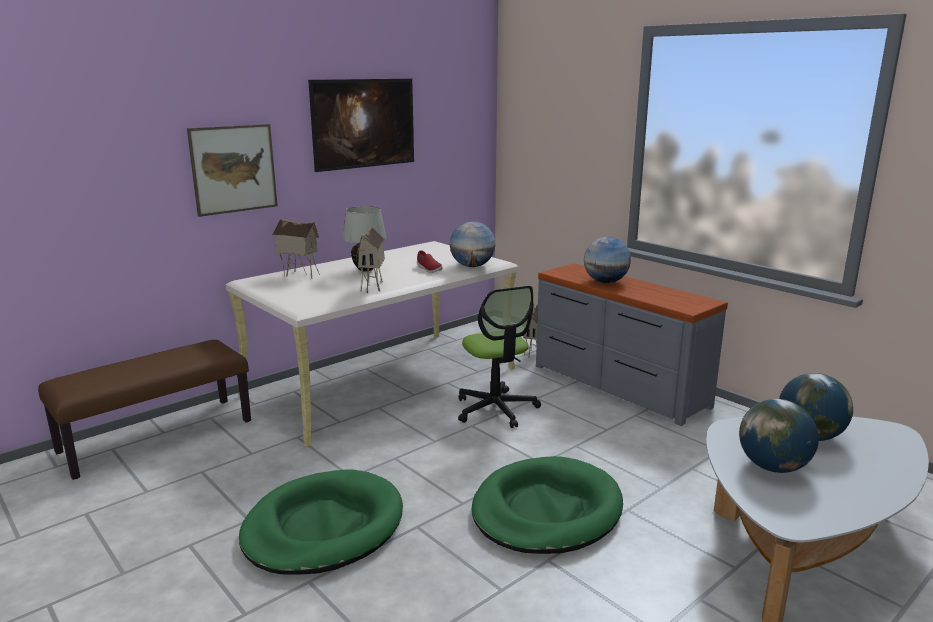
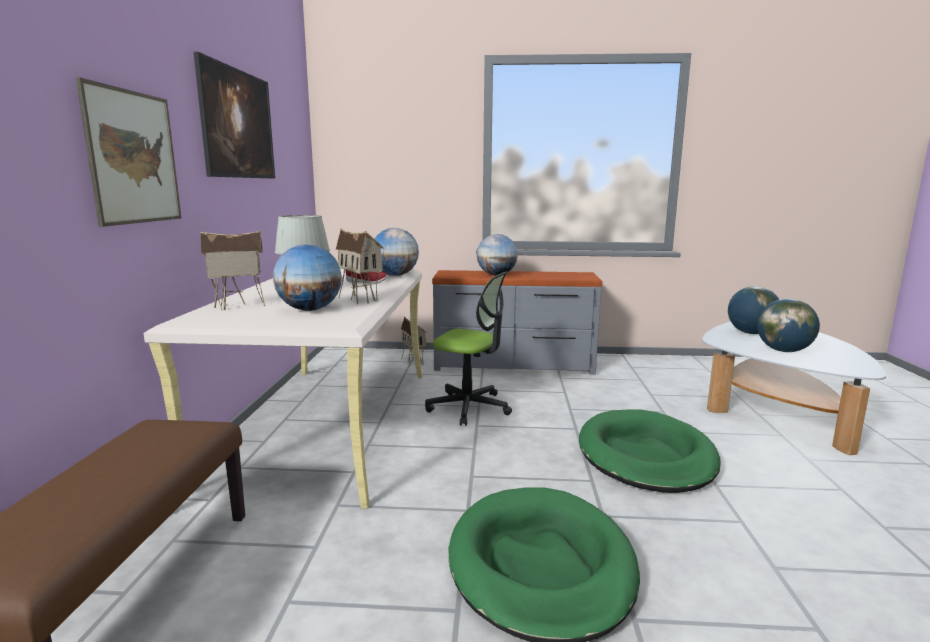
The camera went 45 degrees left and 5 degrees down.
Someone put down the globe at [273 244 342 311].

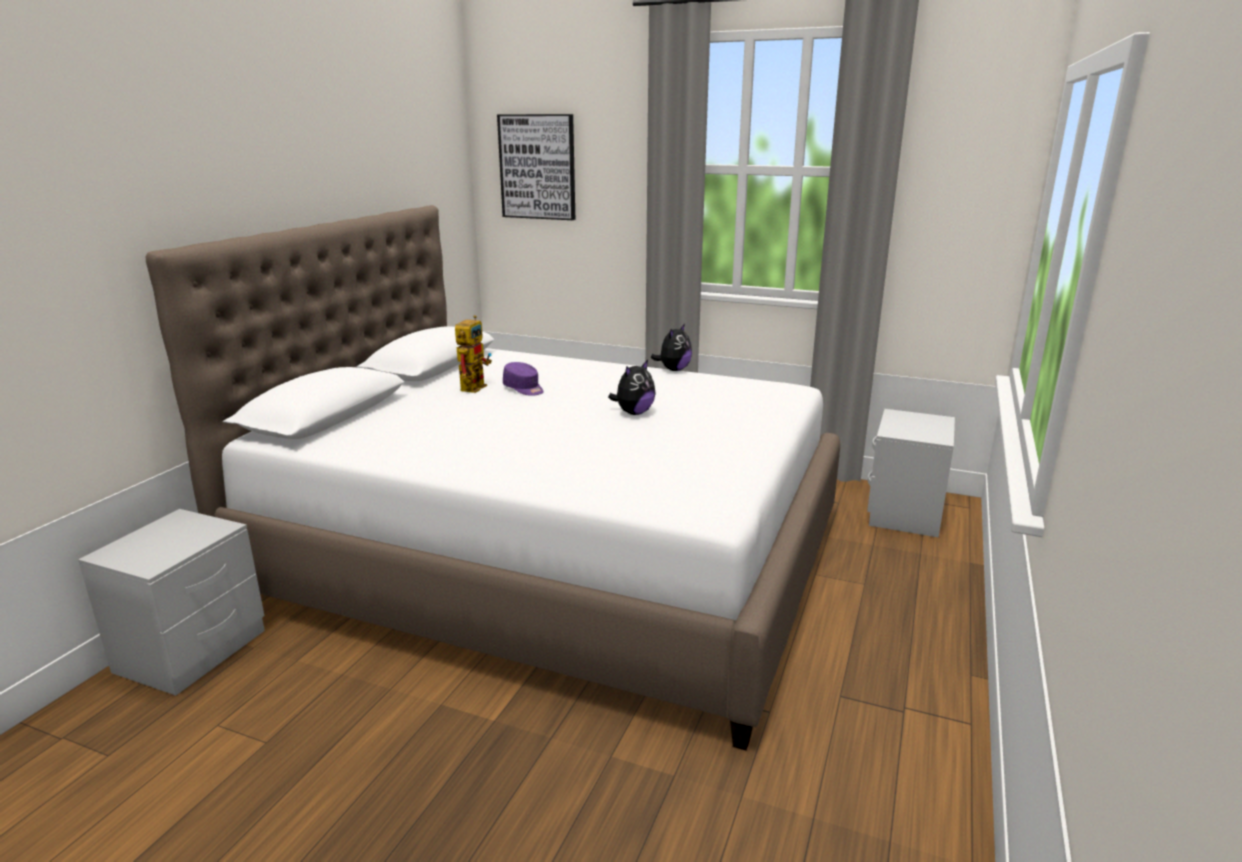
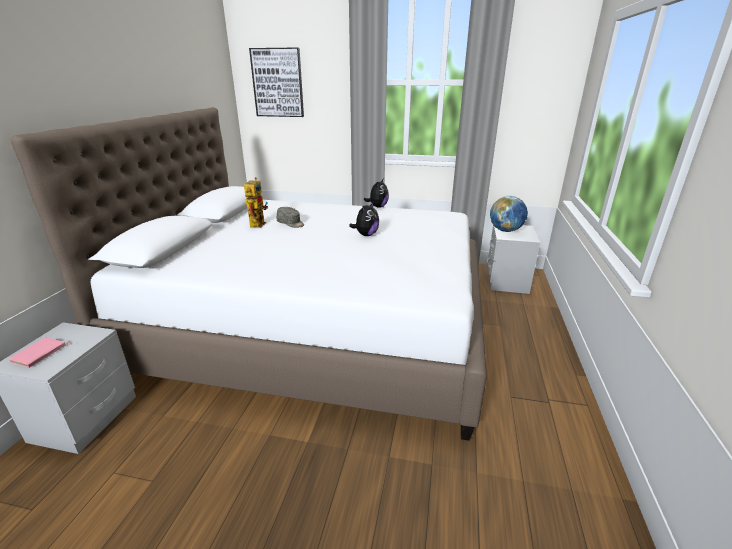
The camera went 10 degrees left and 5 degrees up.
Someone put down the livre [rose] at [9 337 71 368].
Someone repainted the casquette [violet] at [503 362 544 396], which became the casquette [gris] at [277 207 304 228].
Someone put down the globe at [490 196 528 232].

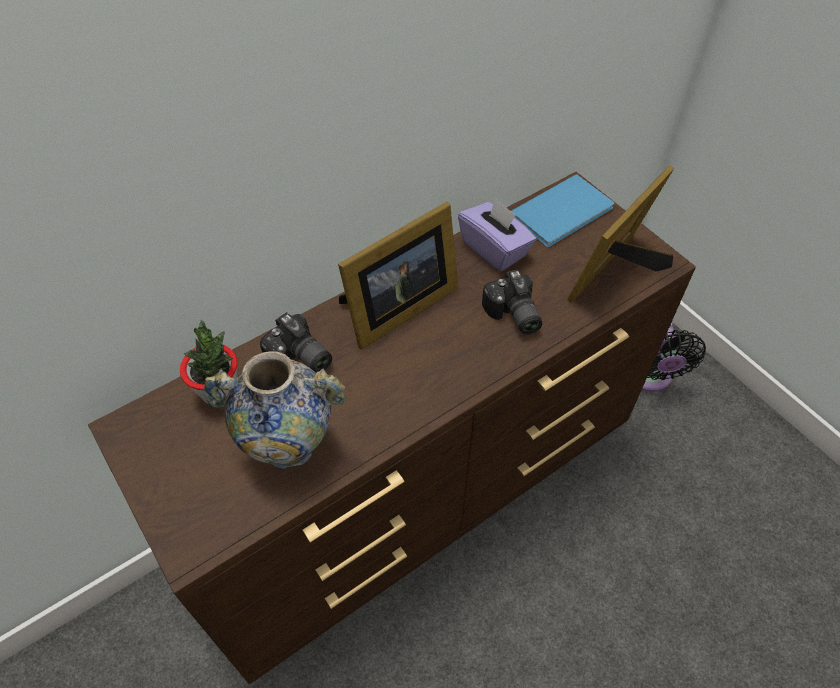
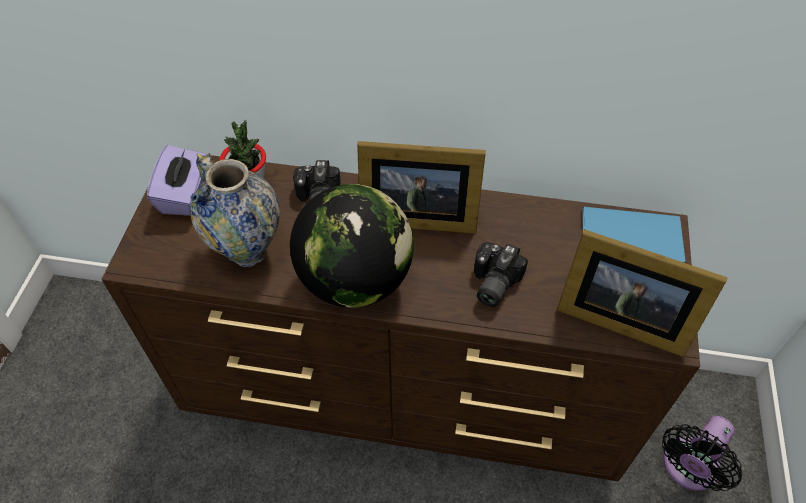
The camera went 45 degrees right and 0 degrees up.
Someone carried the boîte à mouchoirs [violet] from [458 197 536 271] to [147 145 207 216].
Someone put down the globe at [290 184 414 308].
Someone rotated the cadre photo at [567 166 674 303] by 150 degrees counterclockwise.

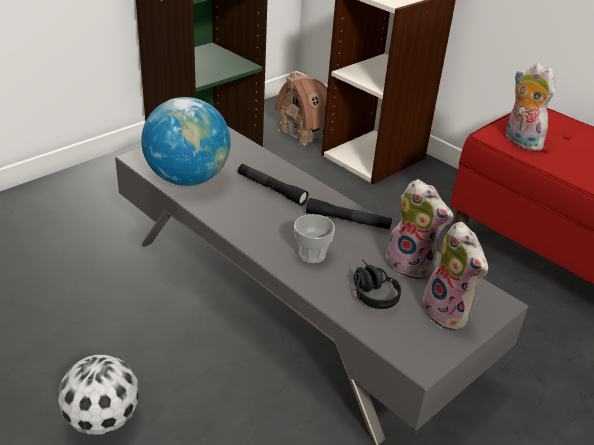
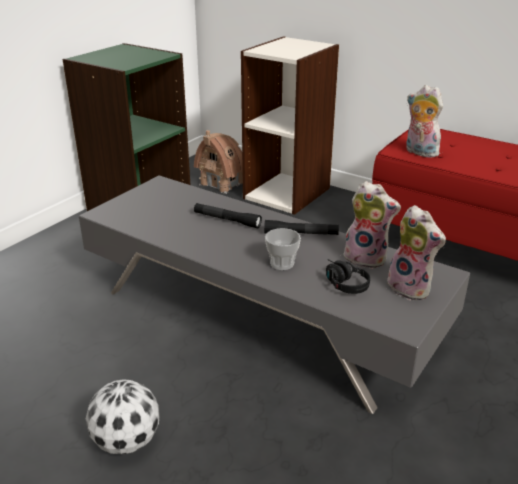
The camera went 10 degrees left and 5 degrees down.
Someone took away the globe at [141 97 231 186].

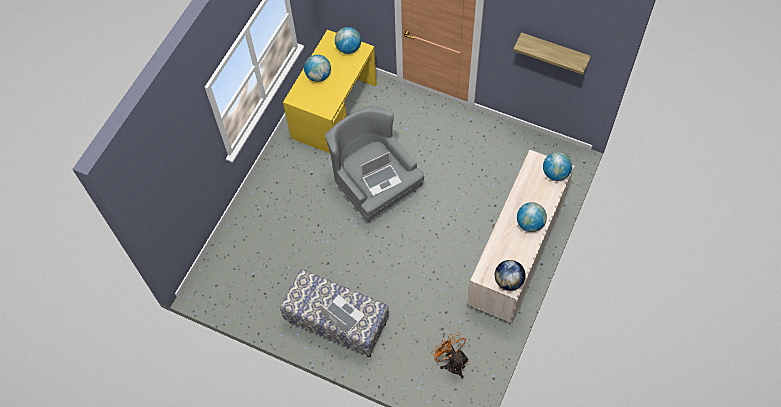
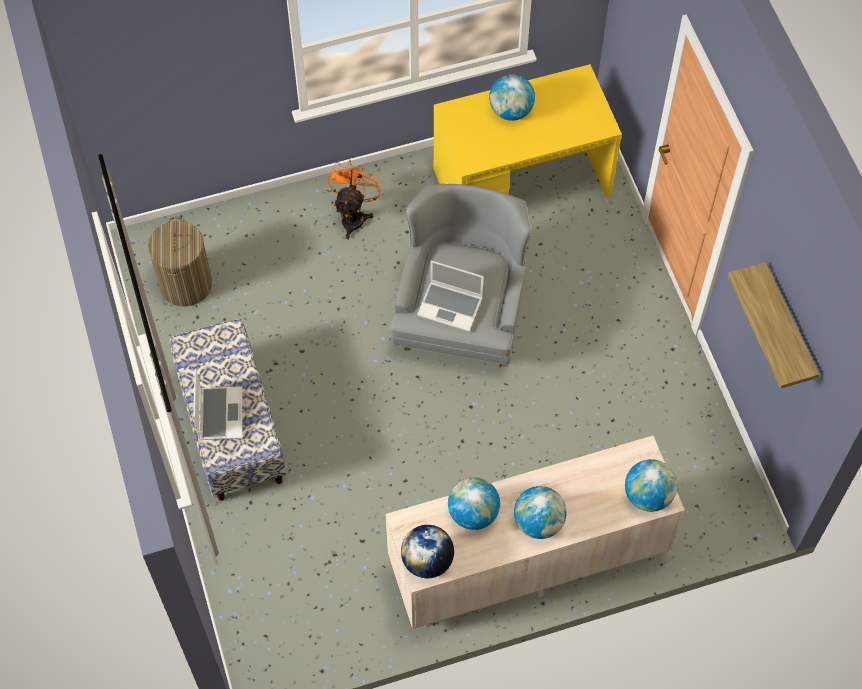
The camera went 45 degrees right and 0 degrees up.
Someone put down the panier à linge at [148 217 212 307].
Someone carried the ventilateur [orange] from [431 332 469 378] to [327 160 383 239].
Someone carried the globe from [335 27 361 54] to [448 477 500 530].

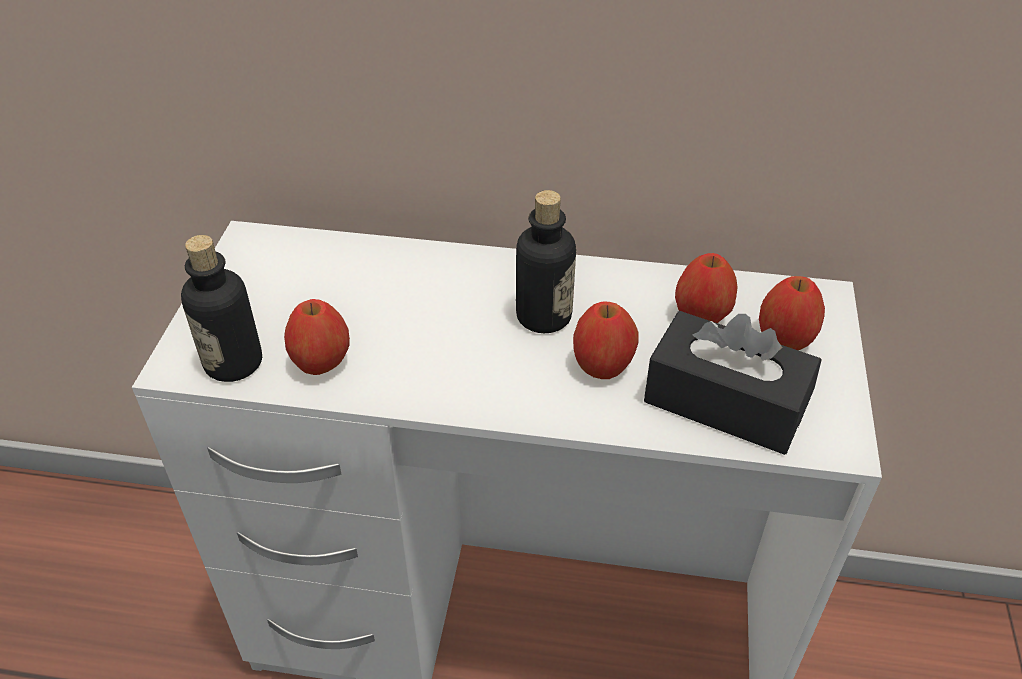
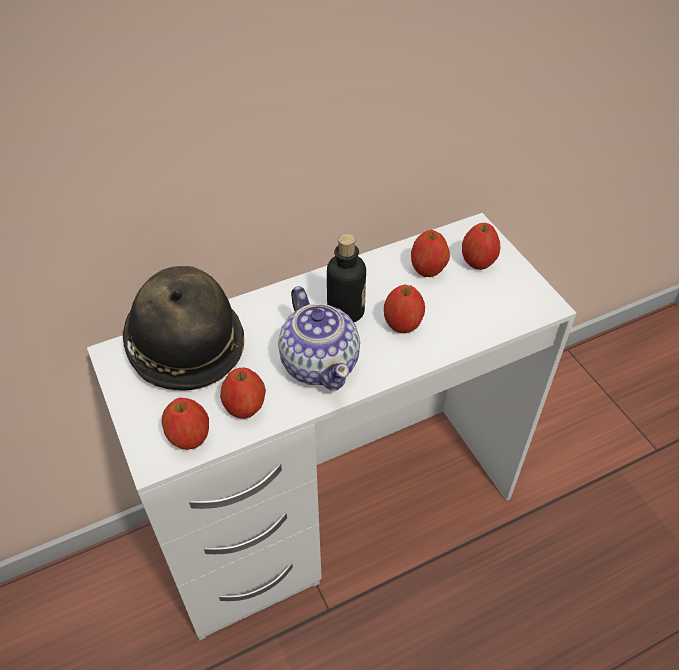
The camera went 35 degrees left and 5 degrees up.
Someone put down the chapeau at [123 266 244 390].
Someone swapped the bouteille at [181 235 262 382] for the pomme at [161 398 209 450].
Someone put down the théière at [278 286 360 390].
Someone took away the boîte à mouchoirs [noir] at [644 311 821 455].

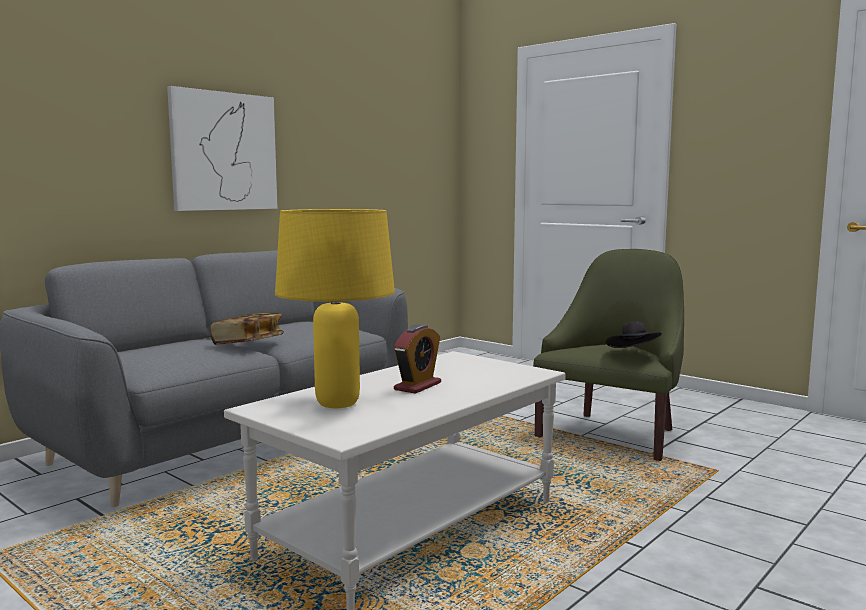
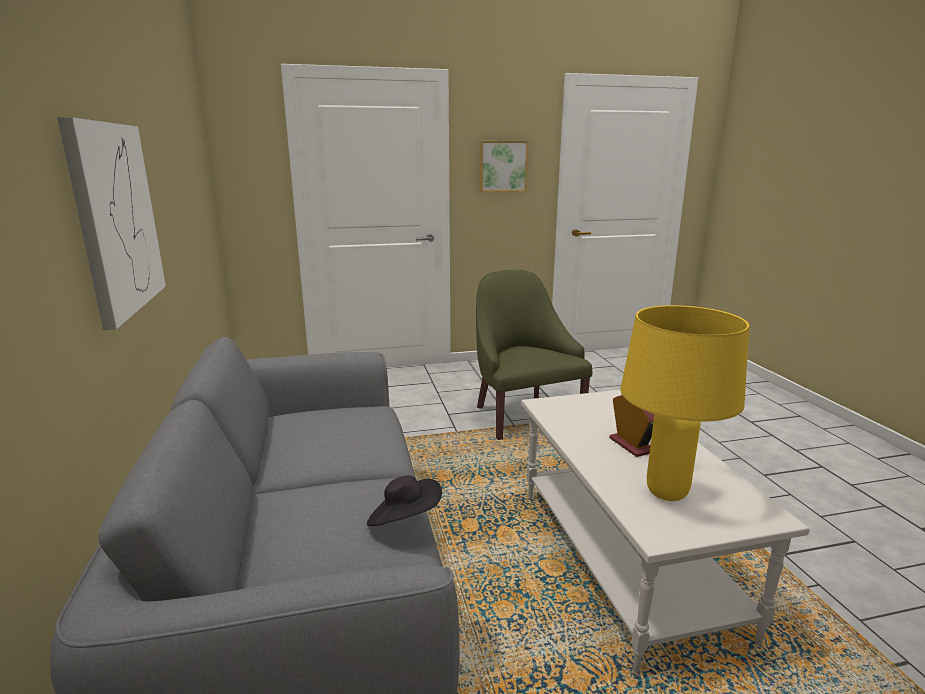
The camera went 55 degrees left and 10 degrees up.
Someone carried the chapeau [noir] from [606 321 662 348] to [367 475 442 526].
Someone put up the tableau at [480 141 528 192].
Someone took away the livre at [210 313 284 345].

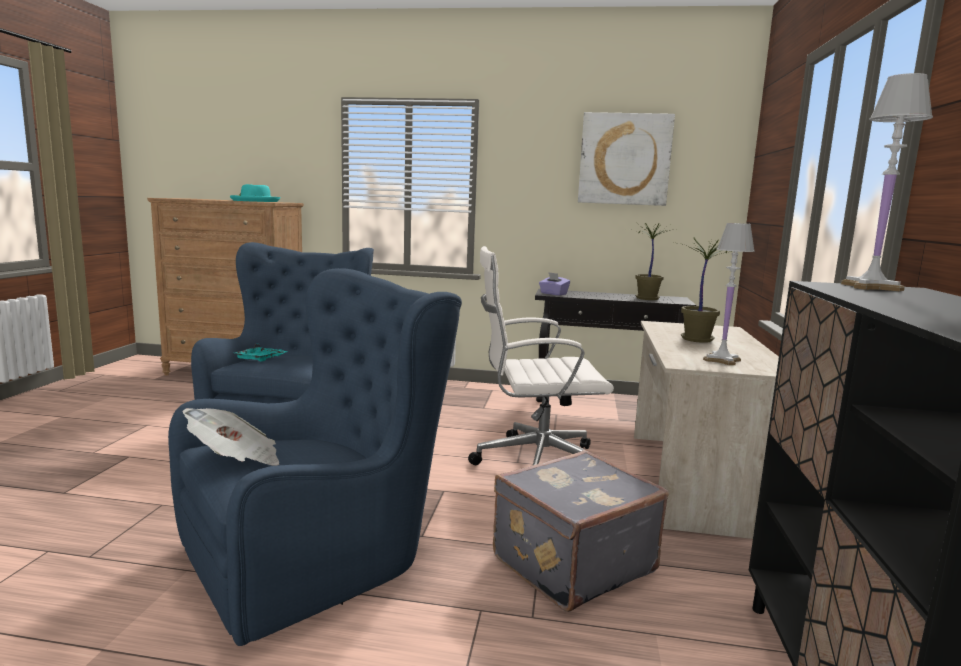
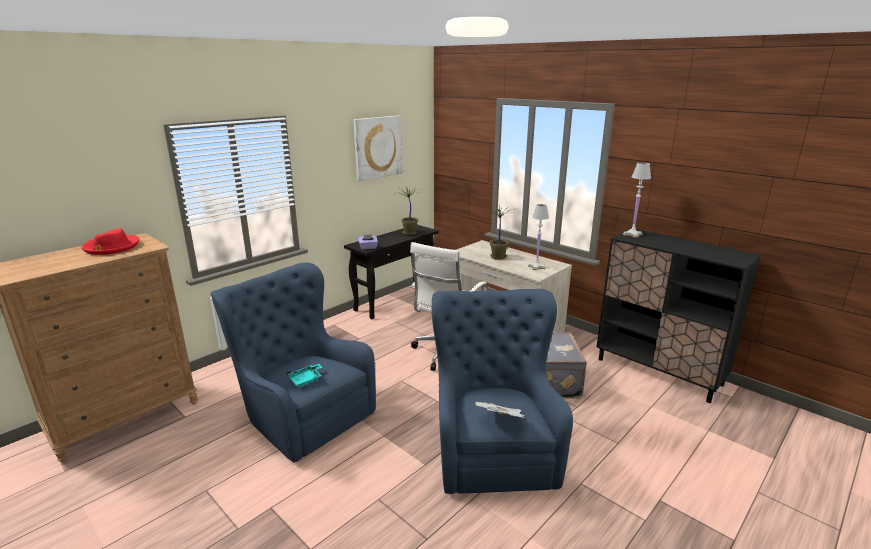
The camera went 55 degrees left and 10 degrees up.
Someone repainted the chapeau [turquoise] at [230 184 280 202], which became the chapeau [rouge] at [82 228 139 255].

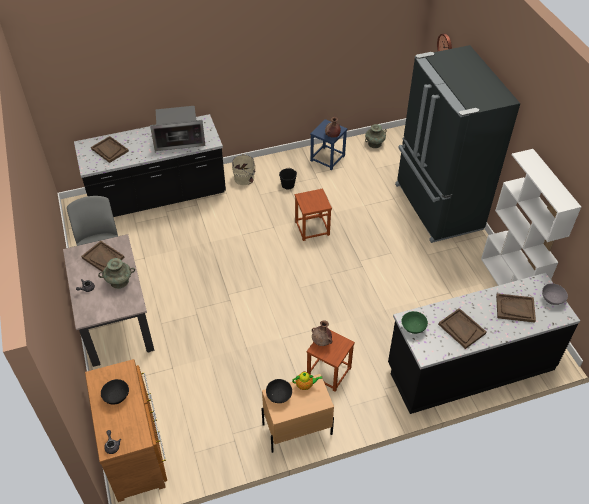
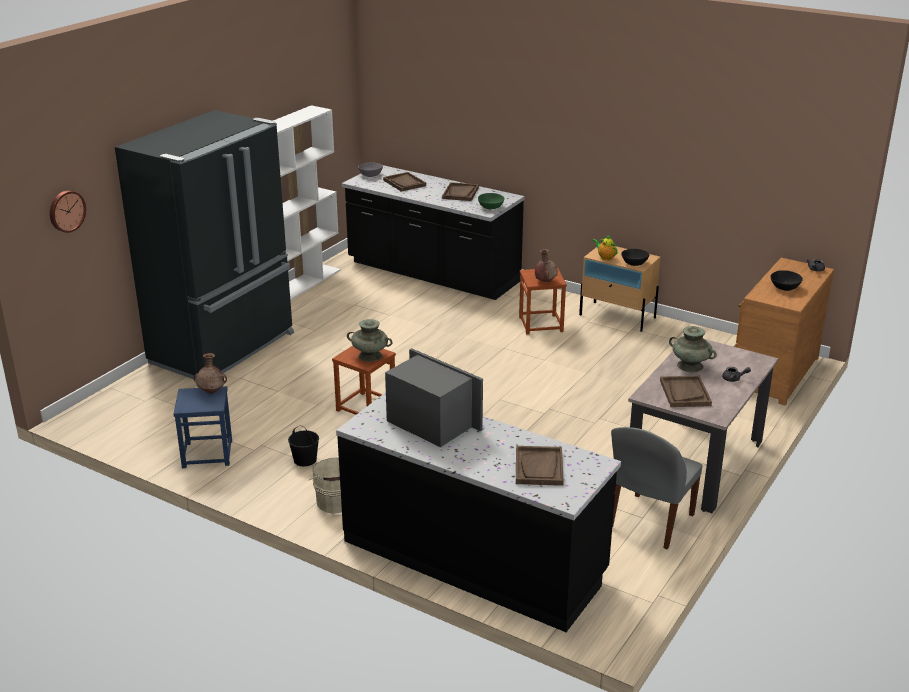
The camera went 130 degrees left and 20 degrees down.
Someone carried the vase [turquoise] from [365 124 387 148] to [347 319 392 362].

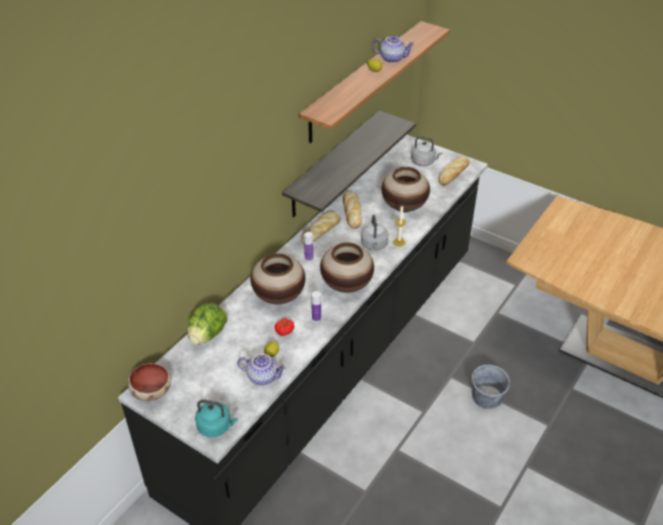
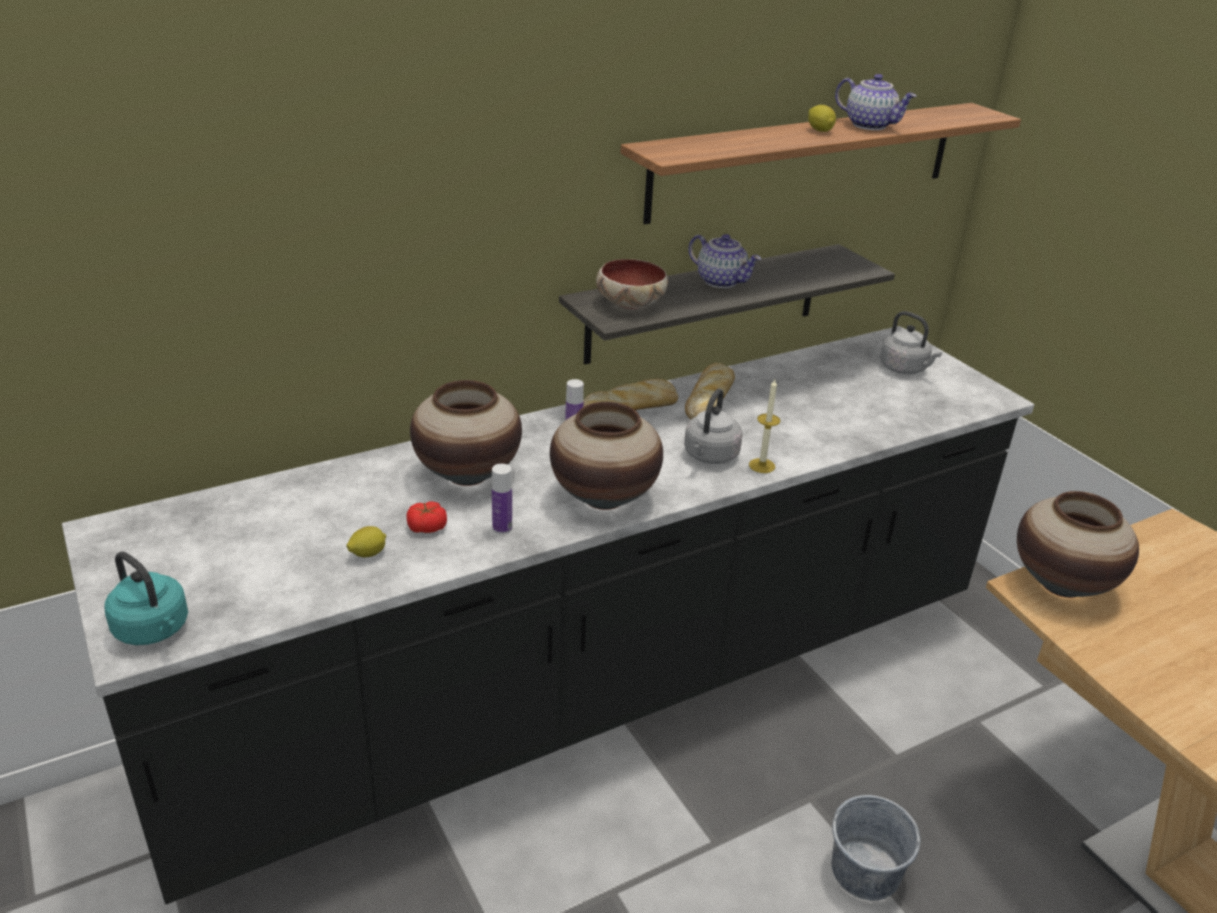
The camera went 25 degrees right and 10 degrees down.
Someone carried the bol from [128 363 171 401] to [596 259 668 309].
Someone carried the théière from [237 354 287 385] to [689 234 761 288].
Someone carried the vase from [382 167 430 213] to [1017 491 1139 598].
Someone took away the laitue at [187 303 228 345].
Someone took away the pain at [438 156 470 186].

